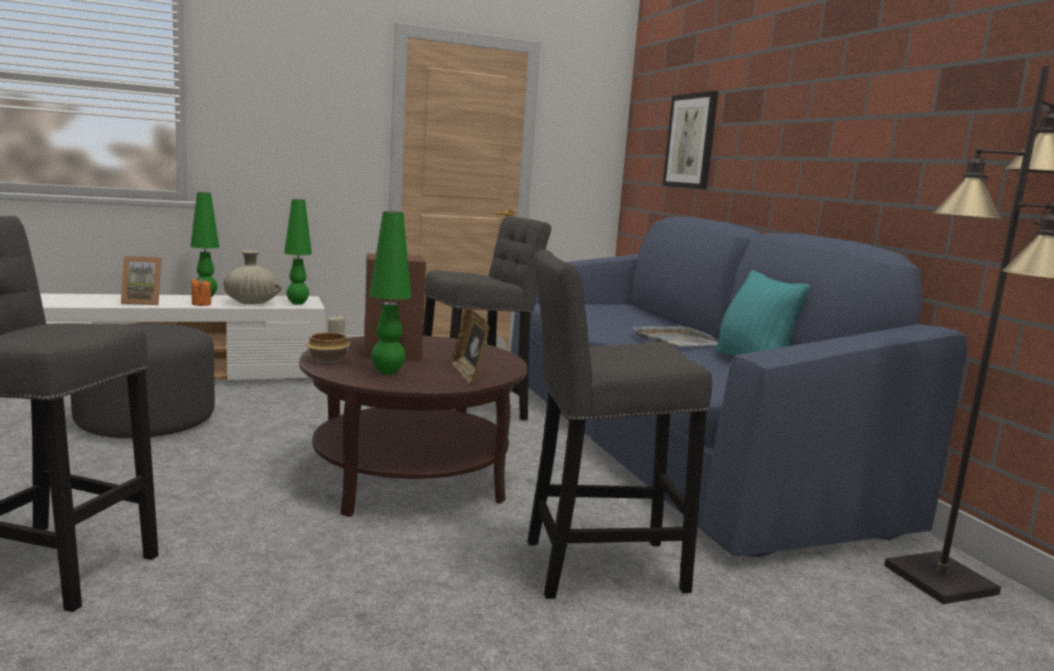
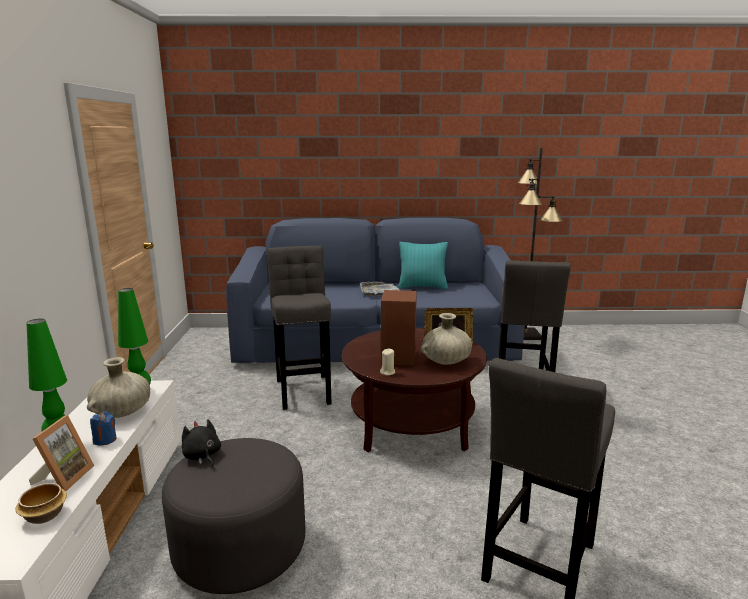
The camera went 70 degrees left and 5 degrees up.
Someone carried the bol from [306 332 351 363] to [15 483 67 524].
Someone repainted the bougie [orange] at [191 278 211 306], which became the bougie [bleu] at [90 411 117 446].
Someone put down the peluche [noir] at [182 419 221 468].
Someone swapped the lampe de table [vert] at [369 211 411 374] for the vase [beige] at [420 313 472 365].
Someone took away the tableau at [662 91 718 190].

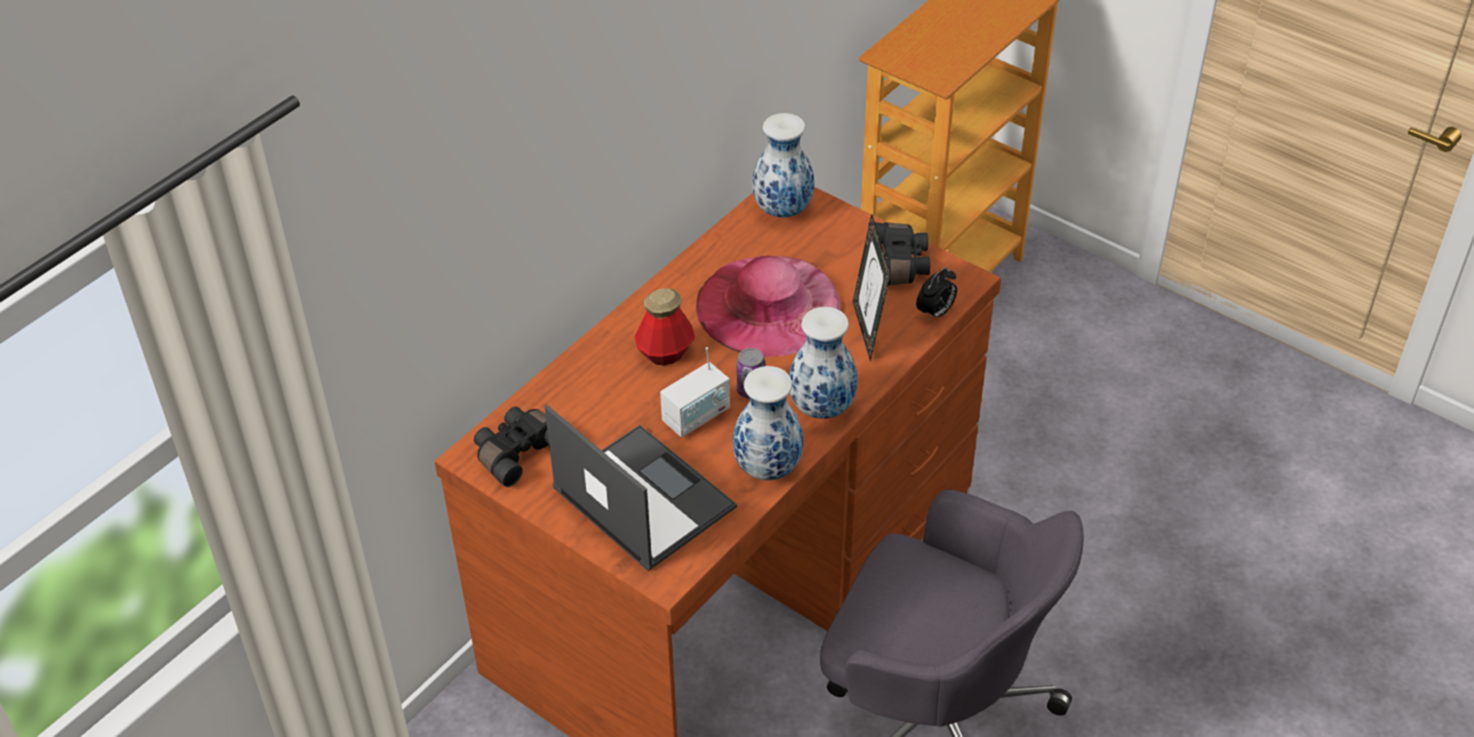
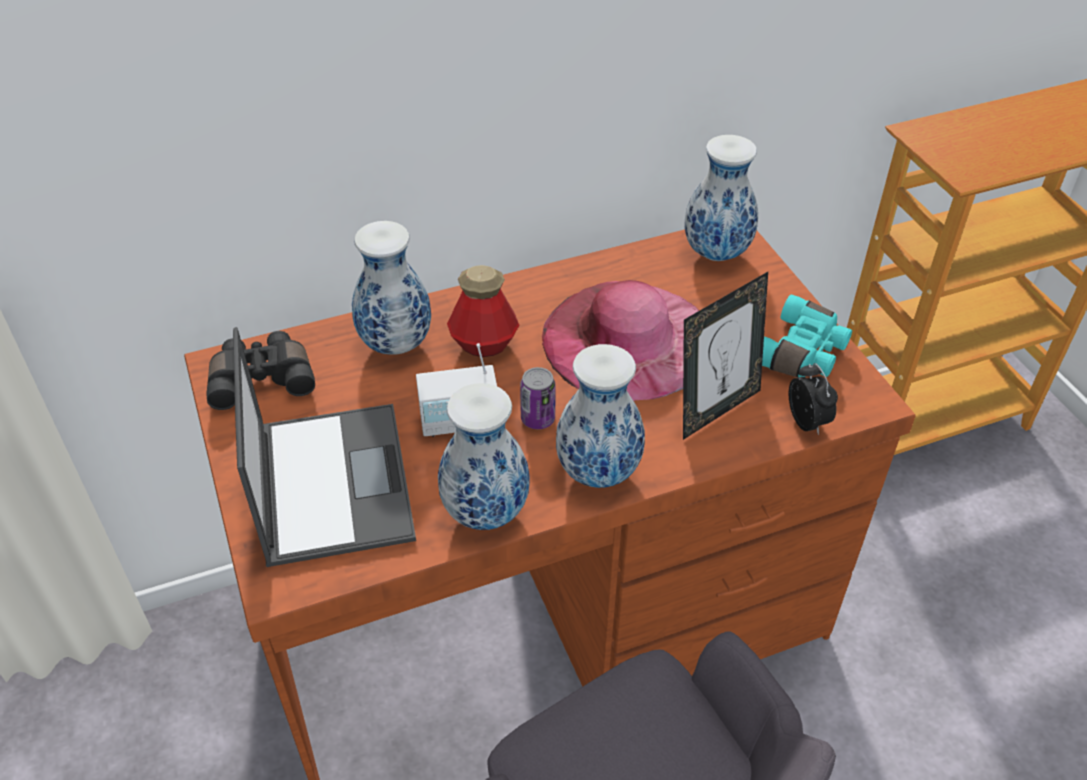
The camera went 30 degrees right and 0 degrees up.
Someone put down the vase at [352 221 431 355].
Someone rotated the cadre photo at [853 214 891 362] by 150 degrees counterclockwise.
Someone repainted the jumelles [noir] at [868 222 930 285], which became the jumelles [turquoise] at [762 294 852 378].
Someone rotated the réveil at [916 267 957 321] by 90 degrees counterclockwise.

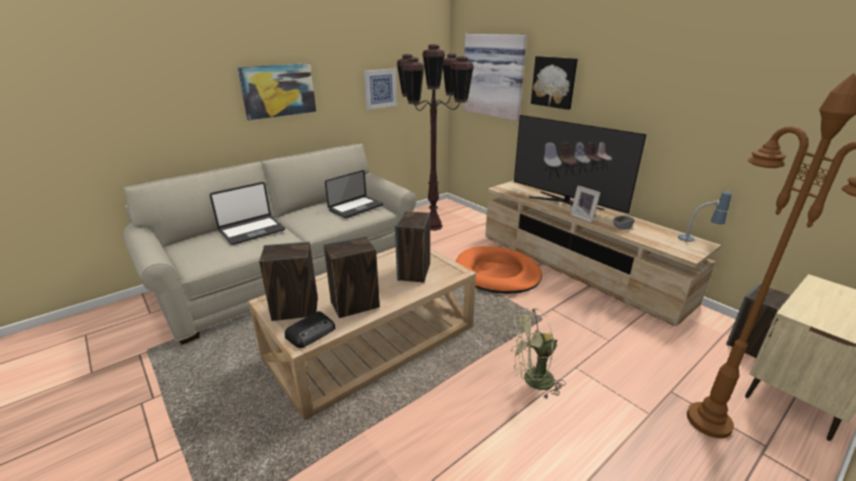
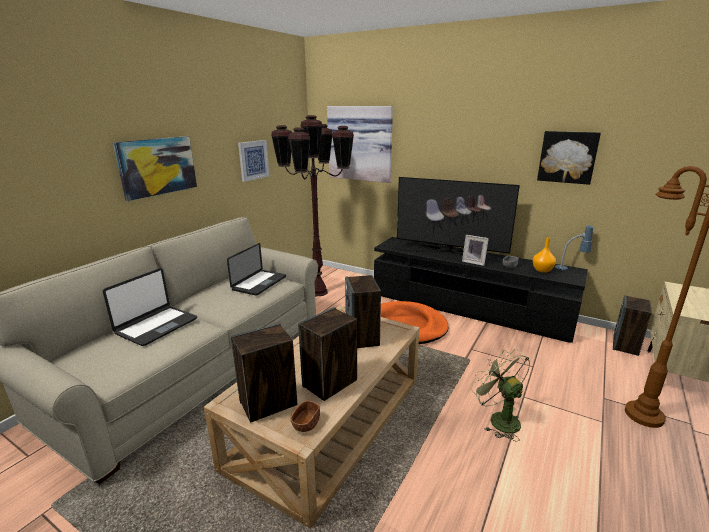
The camera went 20 degrees left and 5 degrees down.
Someone swapped the radio at [285 311 335 348] for the bol [marron] at [290 401 320 432].
Someone repainted the meuble télé [beige] at [485 180 721 326], which became the meuble télé [noir] at [374 237 588 343].
Someone rotated the ventilateur [vert] at [510 308 565 398] by 90 degrees clockwise.
Someone put down the vase [orange] at [533 237 556 273].
Someone carried the tableau from [531 56 578 110] to [537 131 601 185].

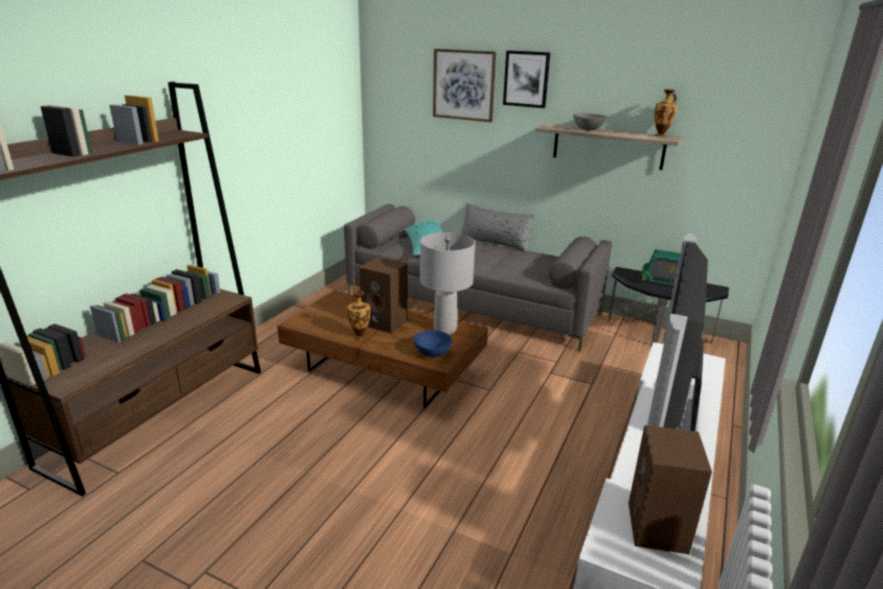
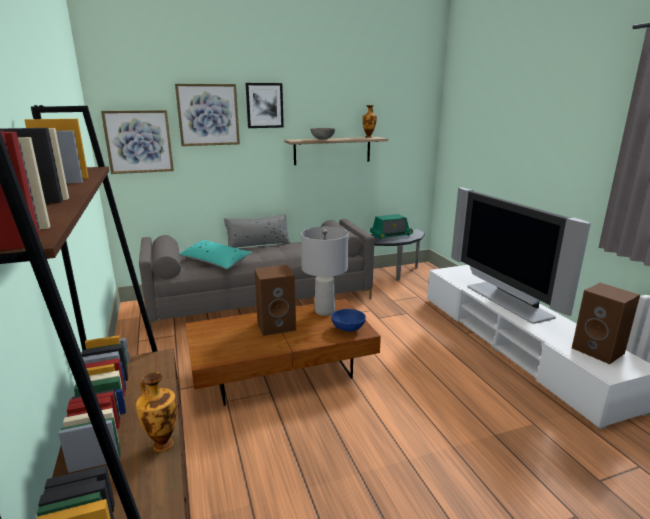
The camera went 45 degrees left and 5 degrees down.
Someone put up the tableau at [101 110 174 174].
Someone carried the vase from [347 290 370 340] to [136 372 177 452].

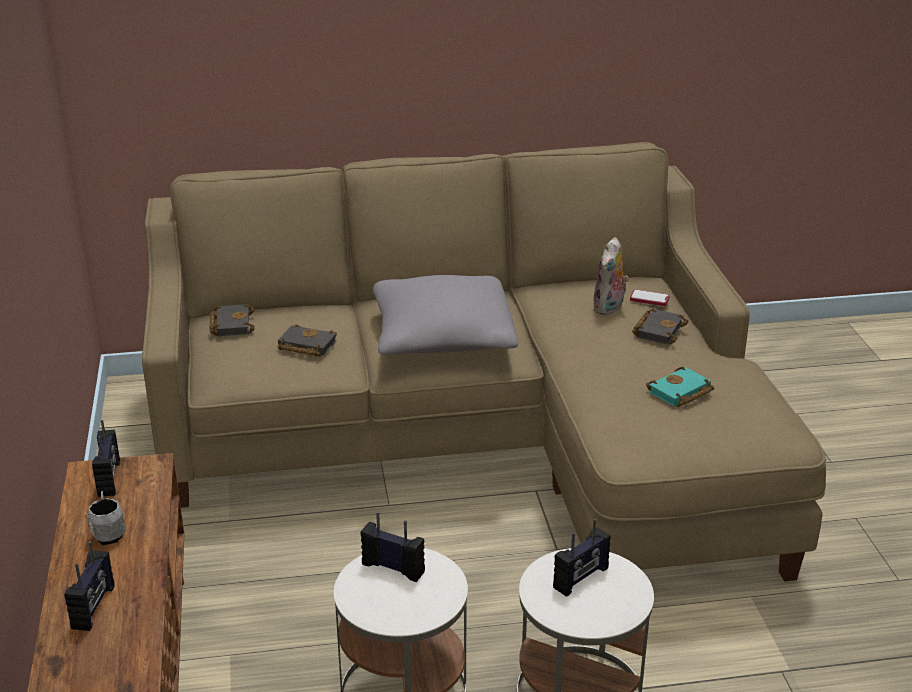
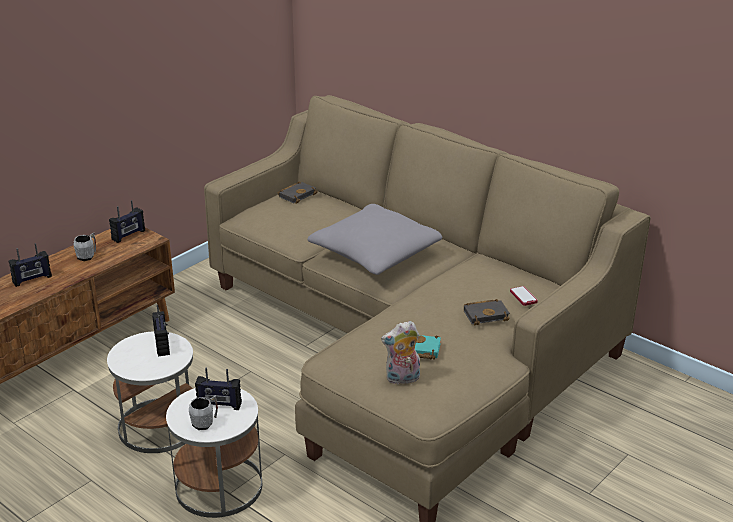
The camera went 50 degrees right and 0 degrees up.
Someone put down the mug [gris] at [189 395 218 430].
Someone carried the peluche from [592 237 629 315] to [381 321 420 385].
Someone took away the livre [noir] at [277 324 337 357].

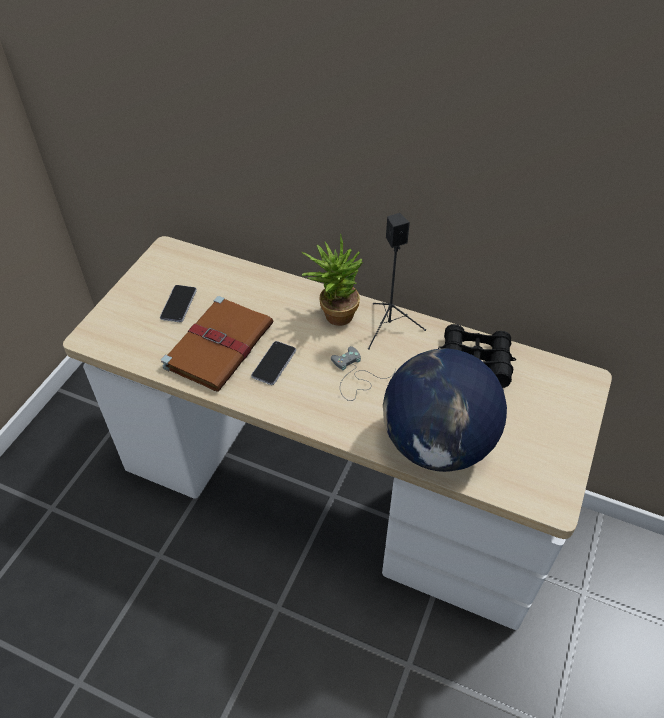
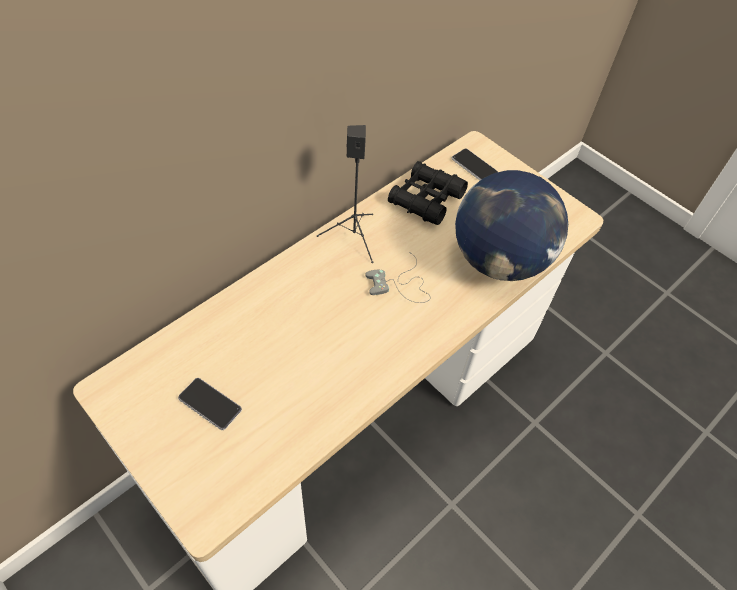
The camera went 70 degrees left and 5 degrees up.
Someone carried the téléphone from [251 341 296 385] to [452 149 498 180].
Someone took away the livre [marron] at [161 296 273 392].
Someone took away the plante en pot at [302 234 363 326].

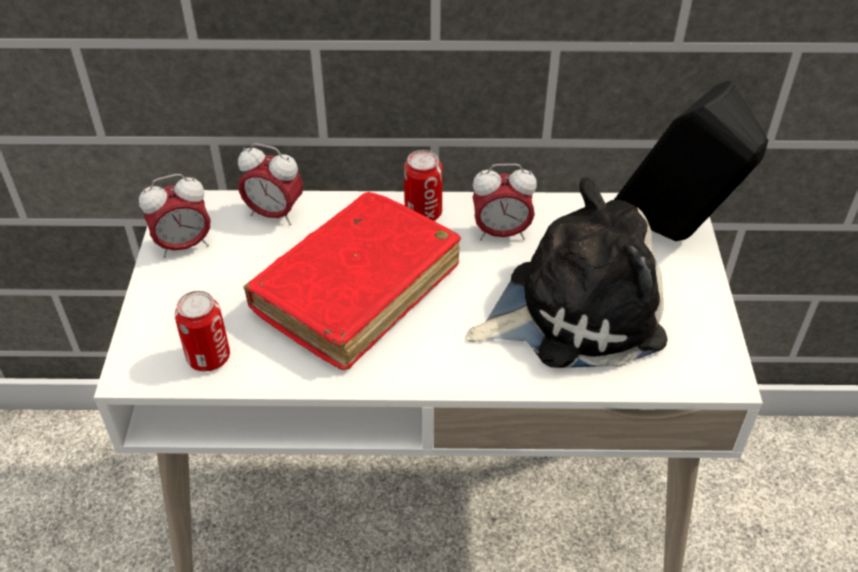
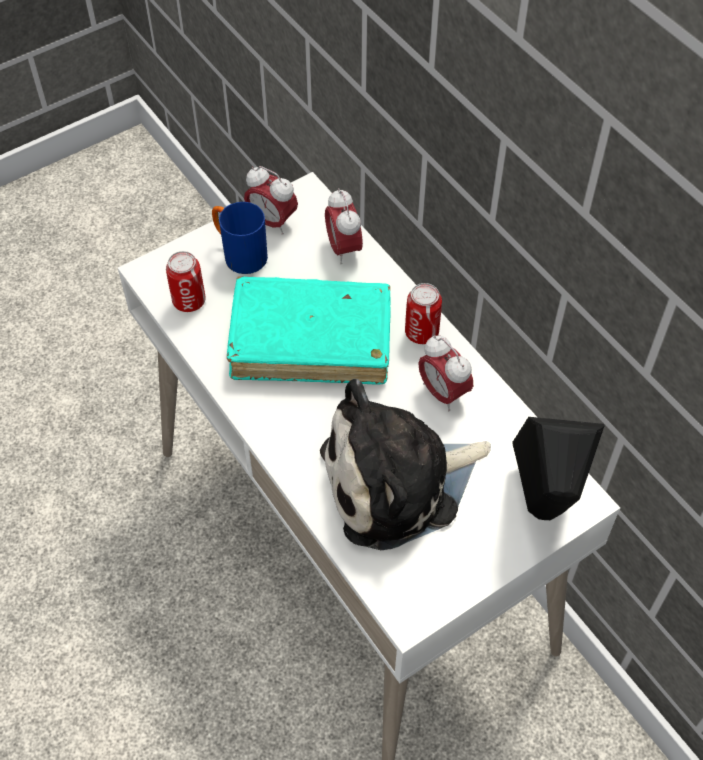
The camera went 55 degrees right and 10 degrees up.
Someone put down the mug [bleu] at [212 202 268 274].
Someone repainted the livre [rouge] at [244 192 461 370], which became the livre [turquoise] at [227 276 391 385].
Someone rotated the peluche at [465 178 668 368] by 120 degrees clockwise.

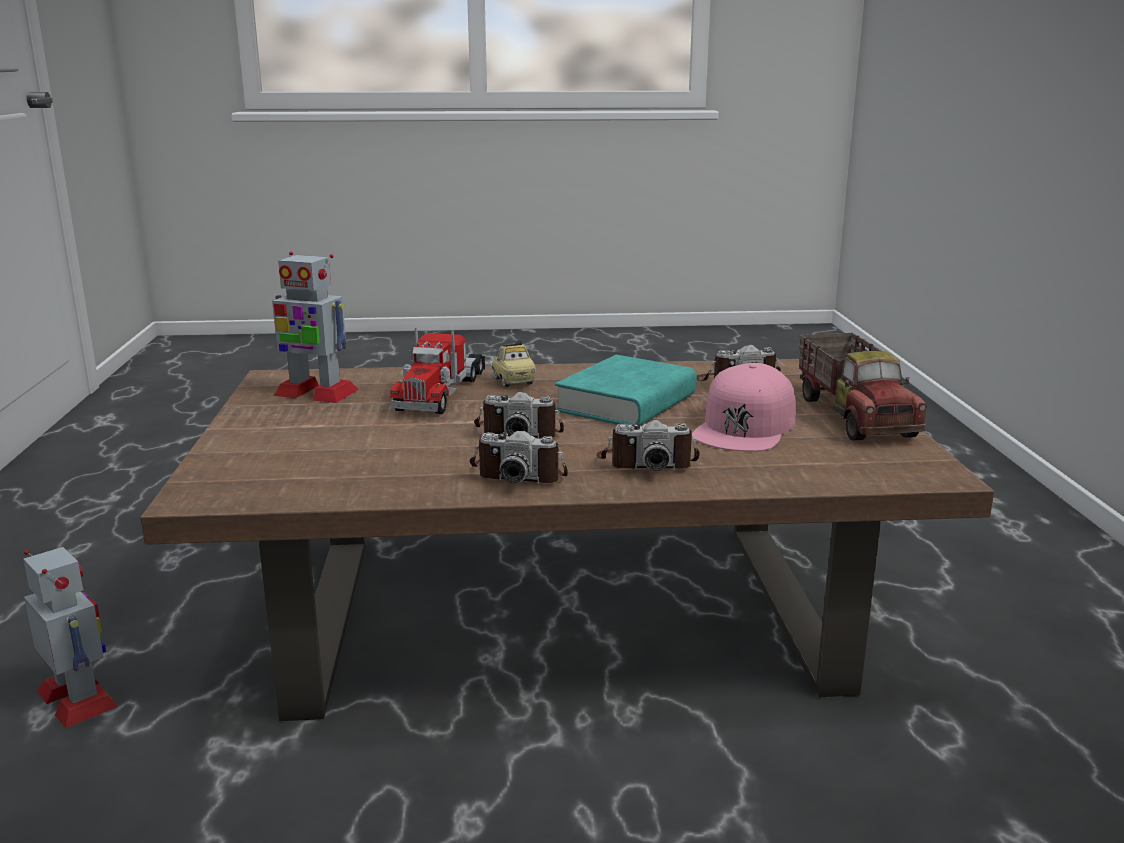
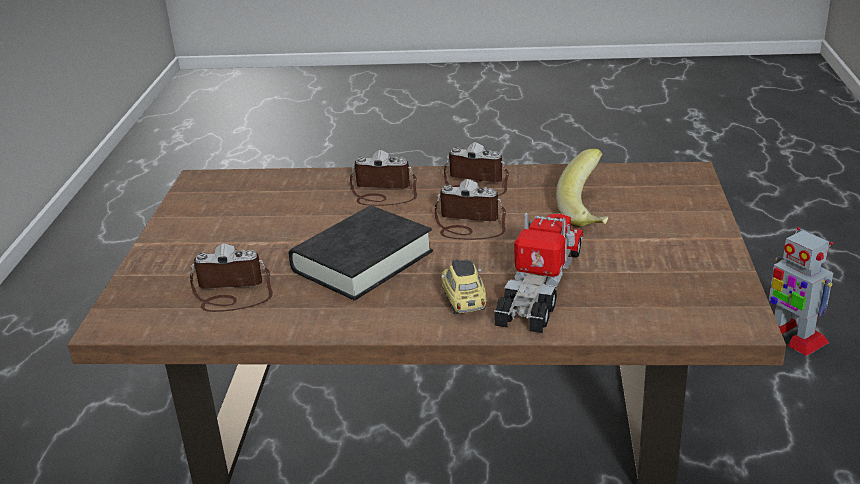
The camera went 170 degrees left and 10 degrees up.
Someone repainted the livre [turquoise] at [555 355 697 425], which became the livre [noir] at [289 206 433 301].
Someone put down the banane at [556 148 608 227].
Someone took away the robot jouet at [272 252 359 403].
Someone took away the casquette [rose] at [692 363 796 451].
Someone took away the camion jouet at [799 333 927 440].

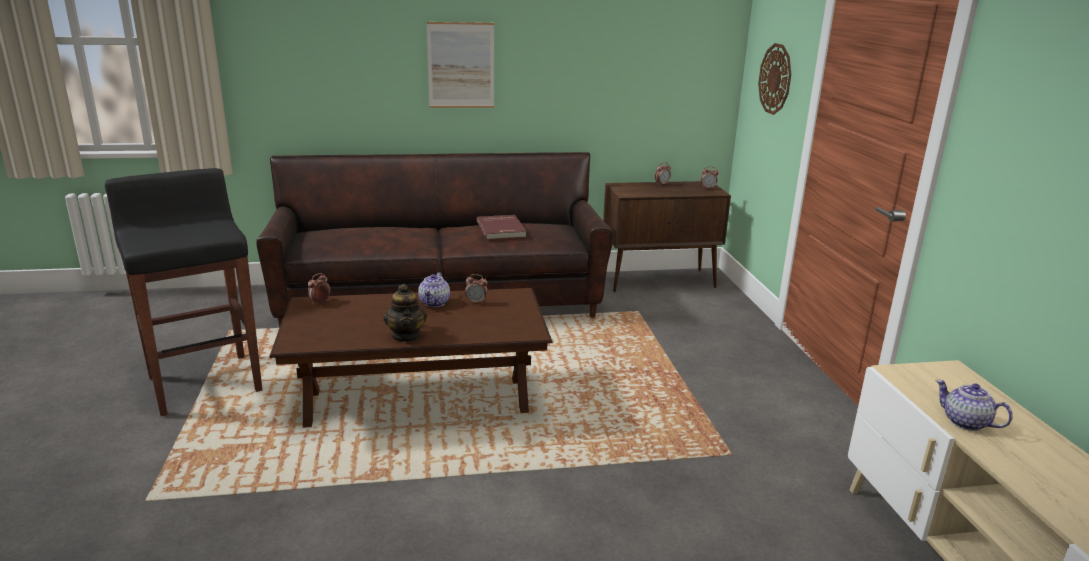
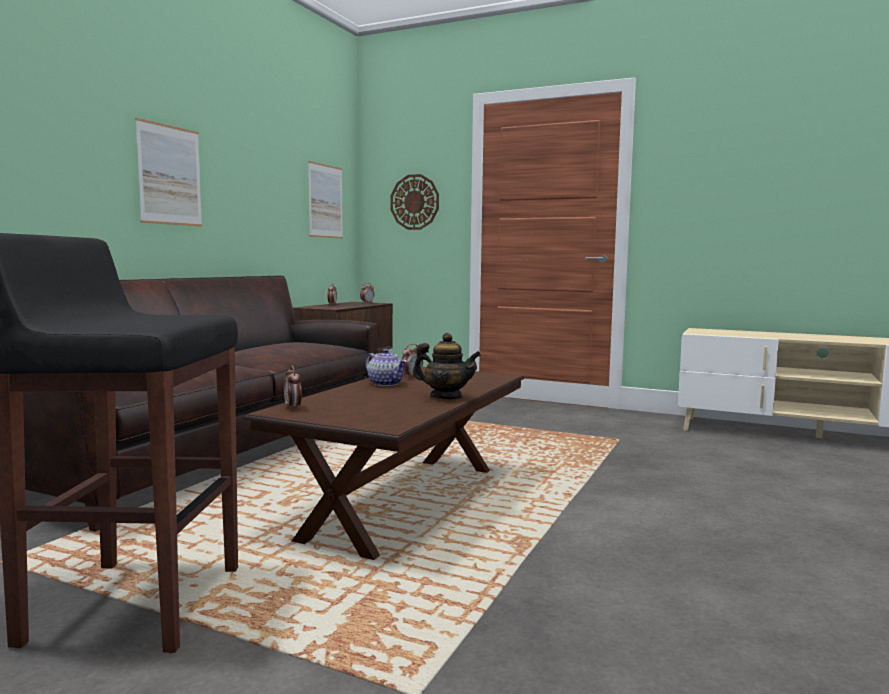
The camera went 55 degrees left and 15 degrees down.
Someone put up the tableau at [308 161 343 238].
Someone took away the livre [rouge] at [477 215 527 240].
Someone took away the théière at [935 380 1013 431].

